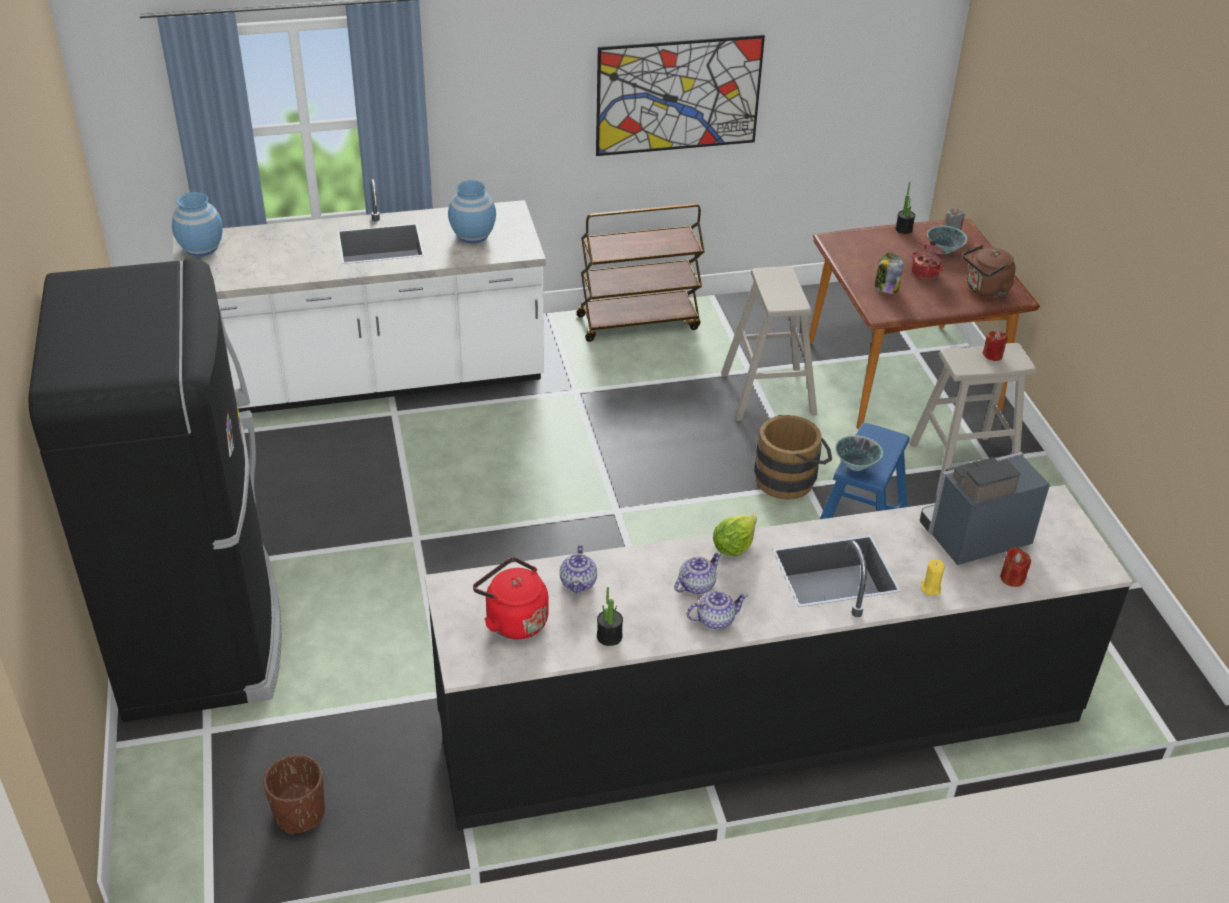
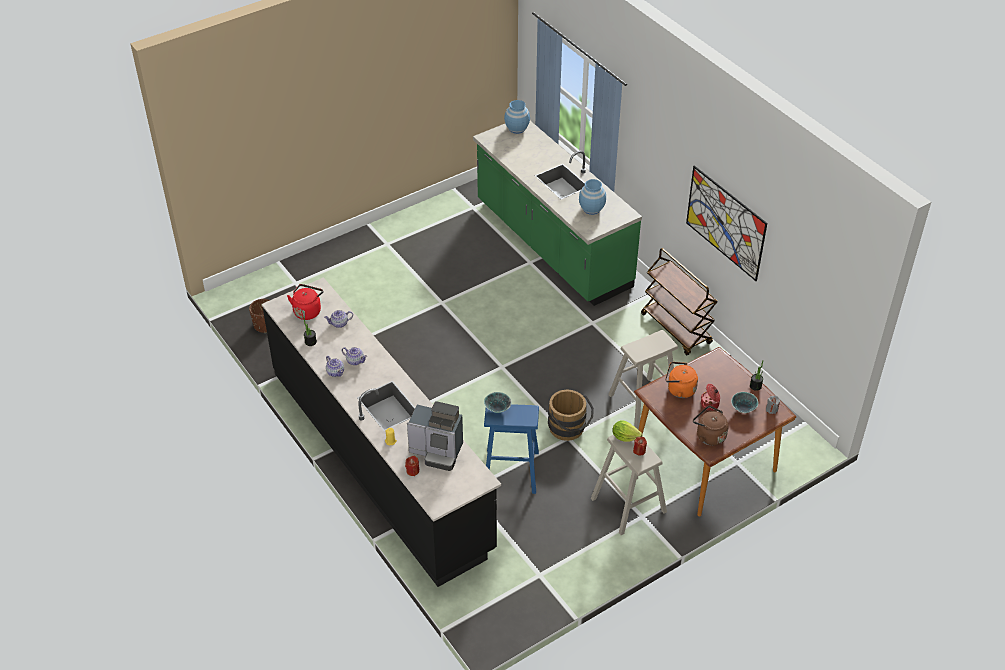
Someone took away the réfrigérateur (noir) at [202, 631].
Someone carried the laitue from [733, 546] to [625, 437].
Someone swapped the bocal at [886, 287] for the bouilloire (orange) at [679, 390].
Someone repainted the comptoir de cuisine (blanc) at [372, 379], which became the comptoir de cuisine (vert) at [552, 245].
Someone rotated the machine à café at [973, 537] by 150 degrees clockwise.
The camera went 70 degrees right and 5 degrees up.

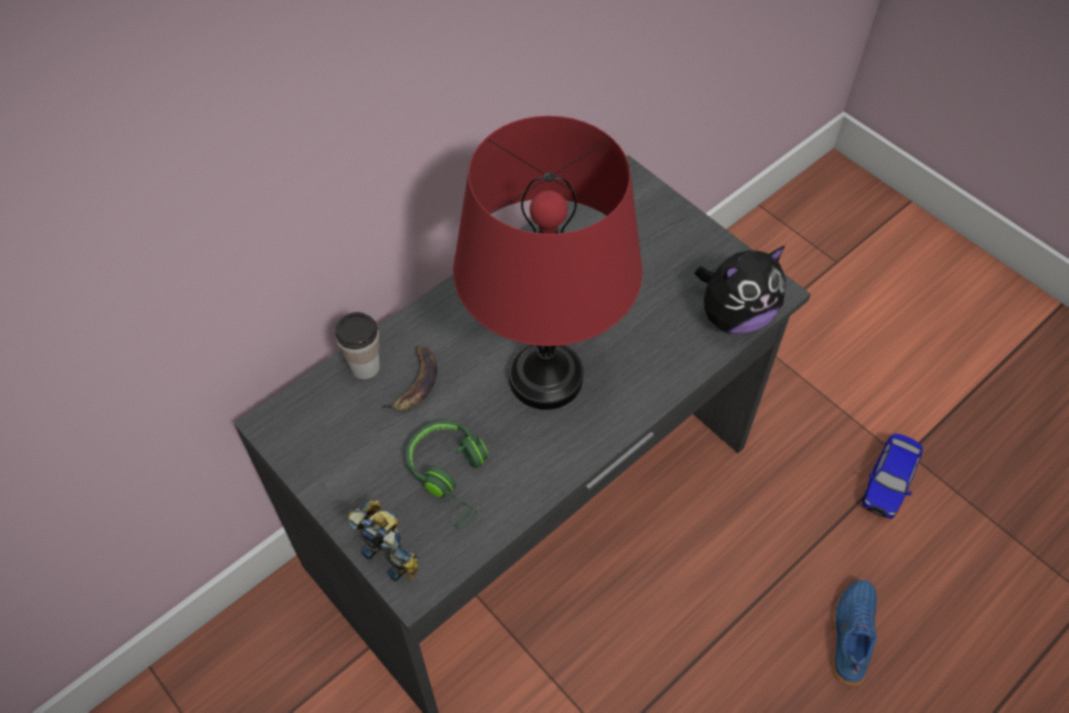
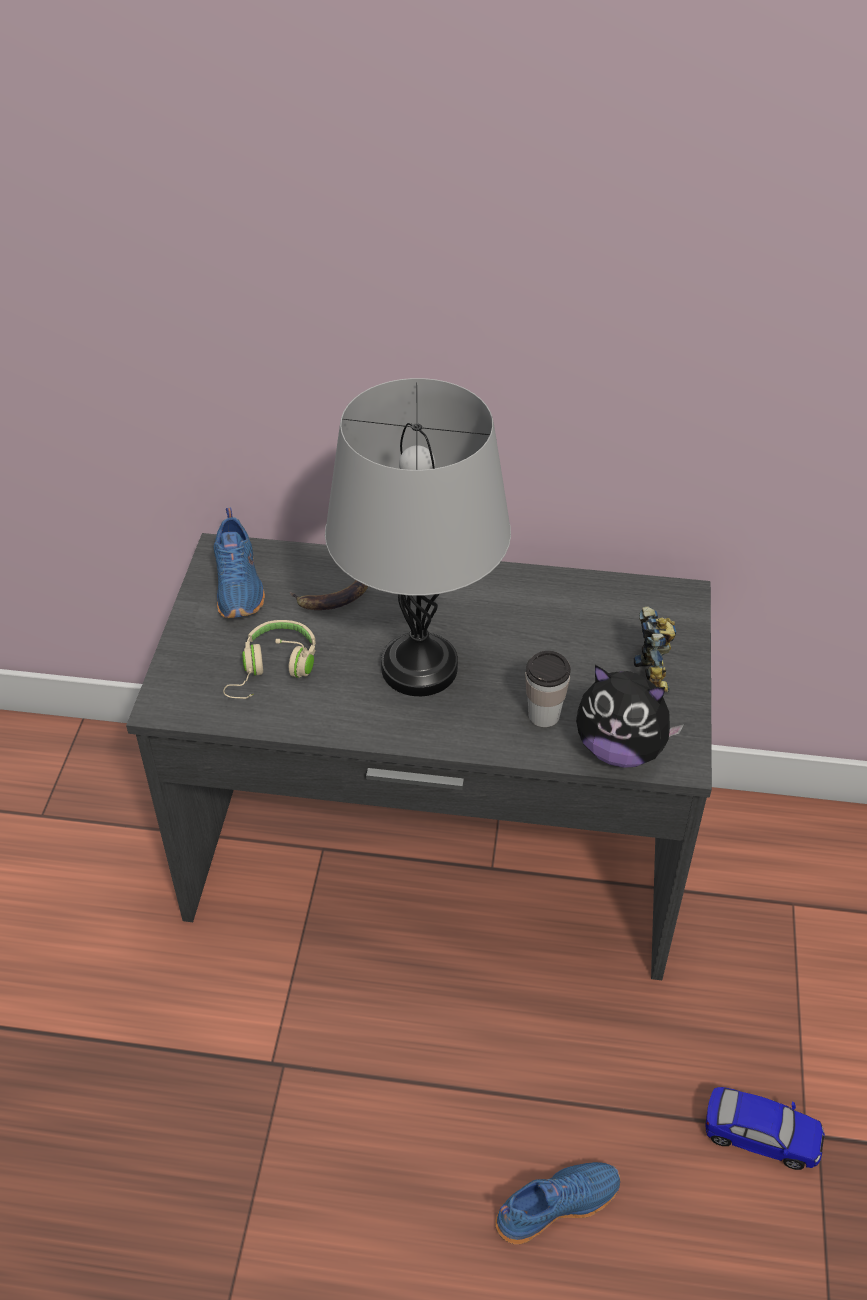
Someone put down the chaussure (bleu) at [240, 586].
Someone carried the tasse from [365, 367] to [544, 715].
Someone carried the robot jouet from [392, 552] to [655, 674].
Someone repainted the casque audio (vert) at [452, 475], which became the casque audio (beige) at [274, 669].
Someone repainted the lampe de table (rouge) at [545, 378], which became the lampe de table (gris) at [419, 668].
Someone rotated the petite voiture at [887, 483] by 150 degrees counterclockwise.
The camera went 50 degrees right and 10 degrees down.

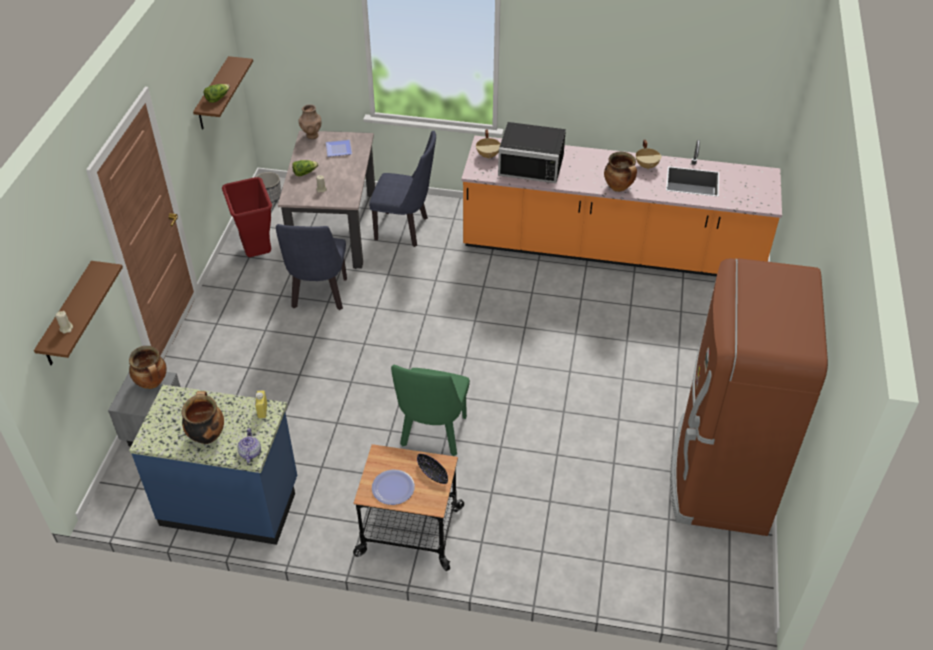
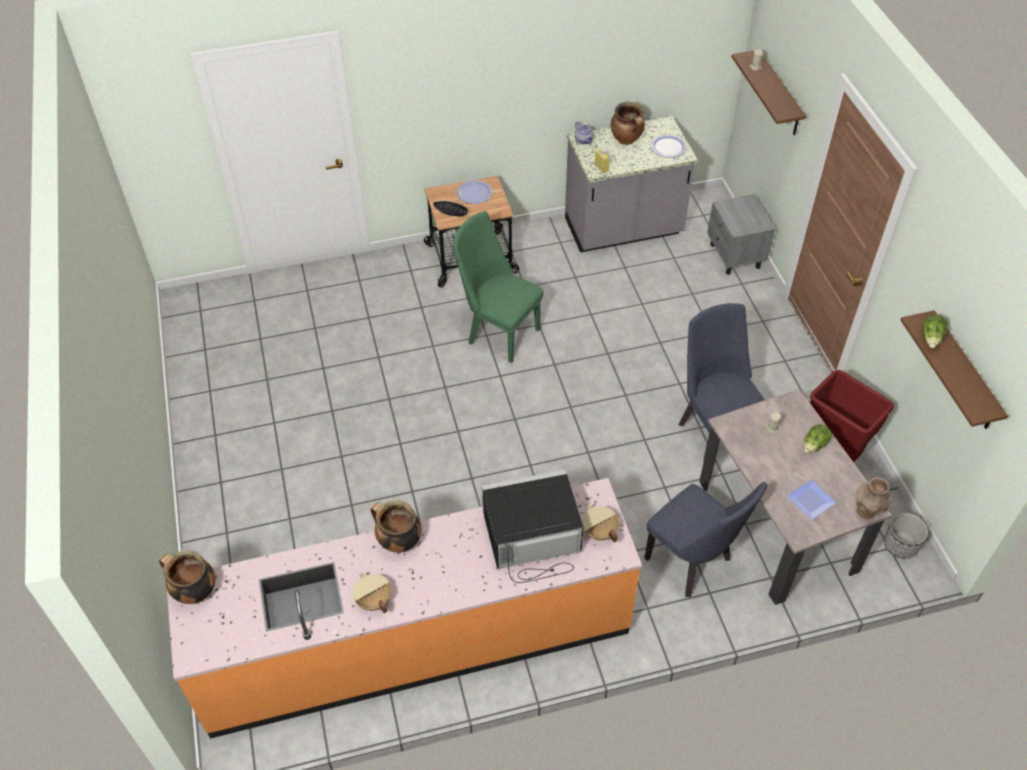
Someone took away the réfrigérateur (marron) at [719, 476].
Someone put down the assiette at [668, 147].
Someone carried the marmite from [152, 383] to [194, 592].
Someone repainted the comptoir de cuisine (bleu) at [230, 502], which became the comptoir de cuisine (gris) at [623, 230].
Someone rotated the chaise (bleu) at [406, 229] by 120 degrees counterclockwise.
Someone rotated the chaise (vert) at [433, 436] by 45 degrees counterclockwise.
The camera went 155 degrees right and 5 degrees up.

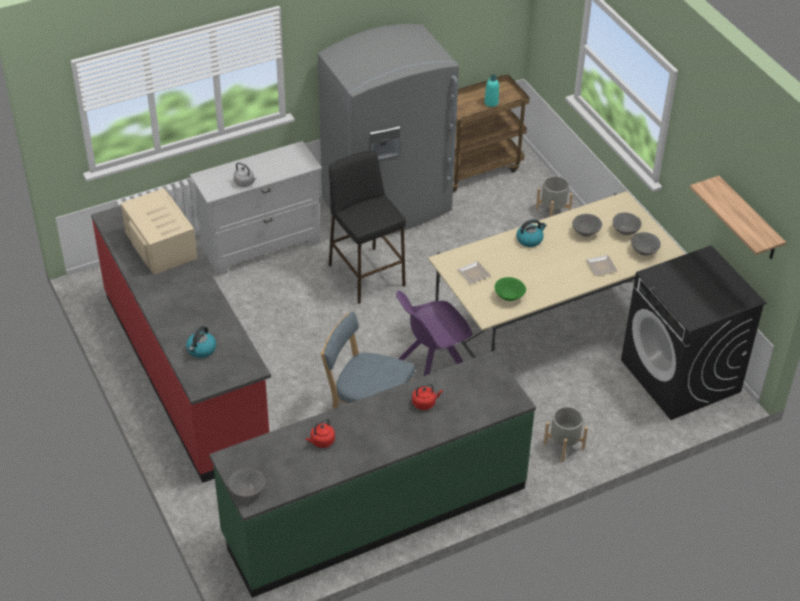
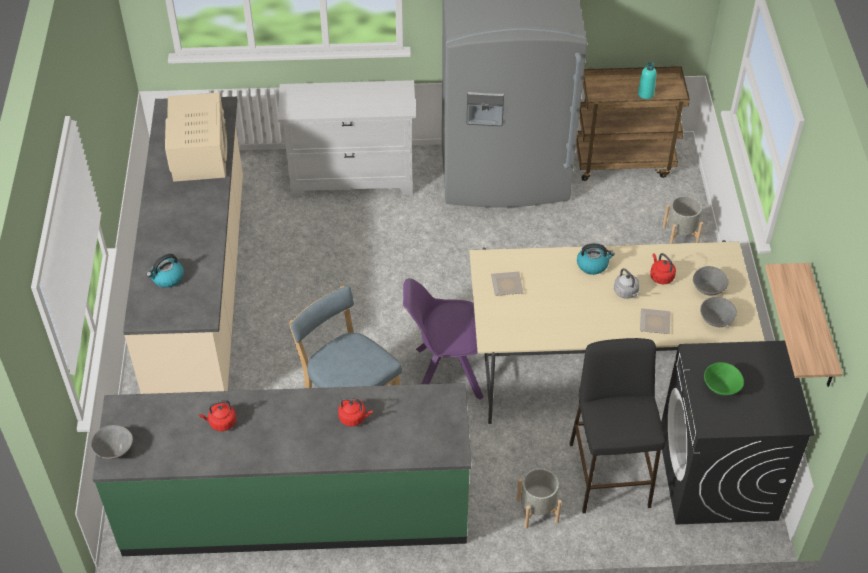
Someone carried the bouilloire (gris) from [245, 183] to [626, 292].
Someone carried the tabouret (noir) from [366, 275] to [609, 474].
Someone carried the bol (vert) from [509, 297] to [721, 388].
Someone swapped the bol (gris) at [585, 232] for the bouilloire (rouge) at [660, 276].
Someone repainted the comptoir de cuisine (rouge) at [186, 372], which became the comptoir de cuisine (beige) at [201, 291].
The camera went 25 degrees right and 5 degrees up.

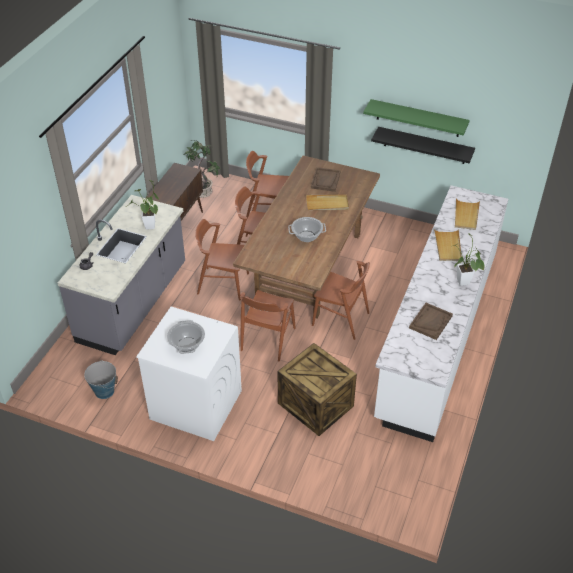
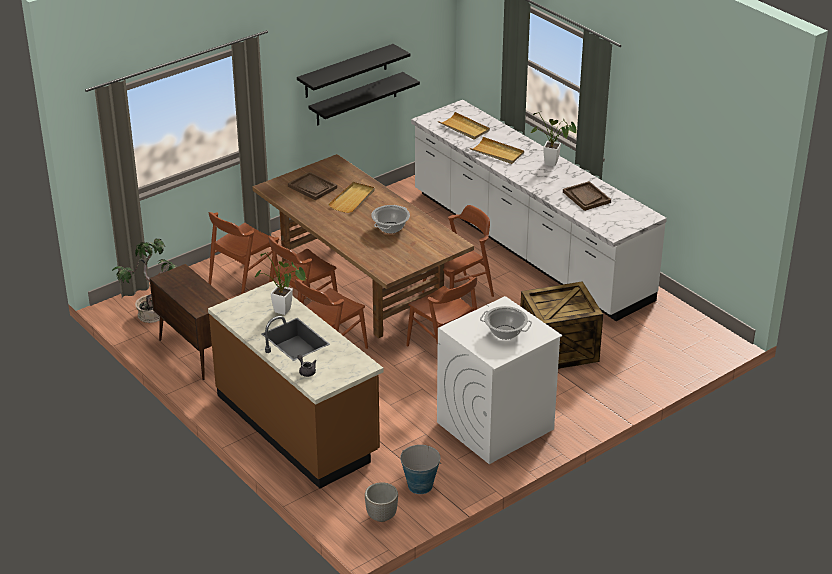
Someone put down the cache-pot at [381, 516].
Someone repainted the comptoir de cuisine (gris) at [134, 303], which became the comptoir de cuisine (marron) at [298, 425].
Someone repainted the étagère (vert) at [418, 118], which became the étagère (noir) at [346, 71].
The camera went 60 degrees left and 10 degrees down.

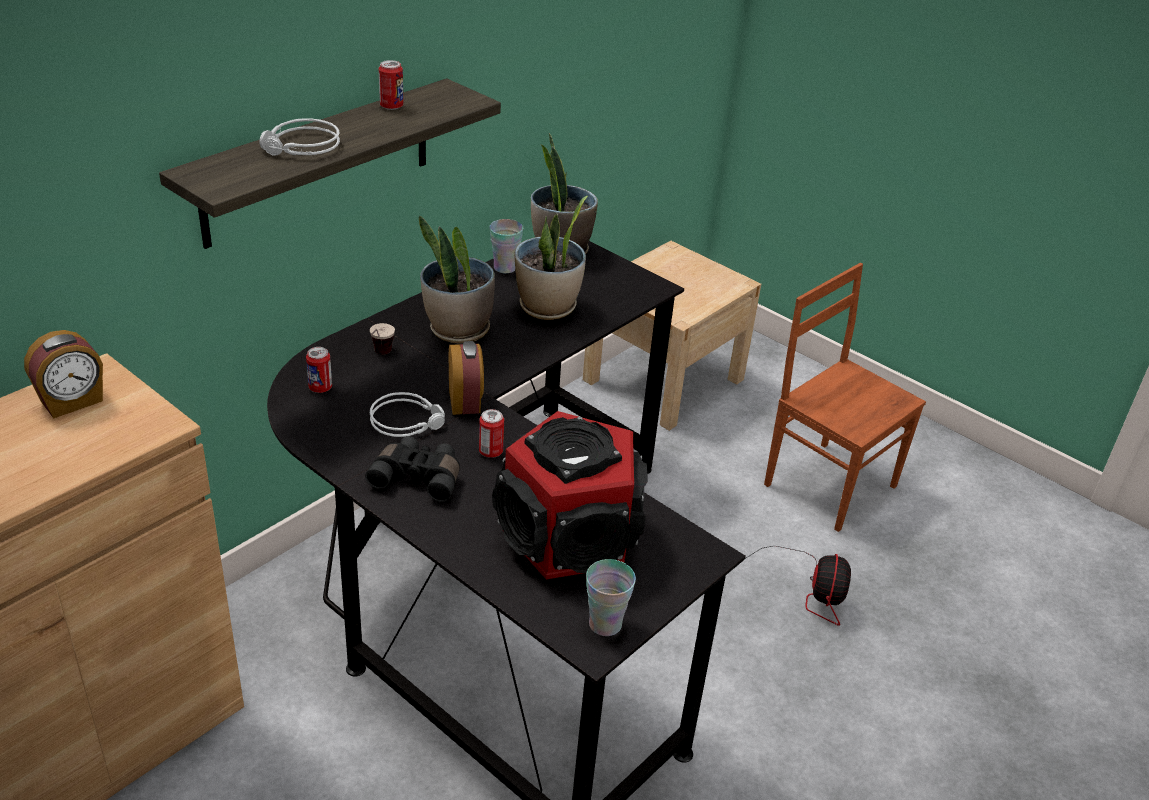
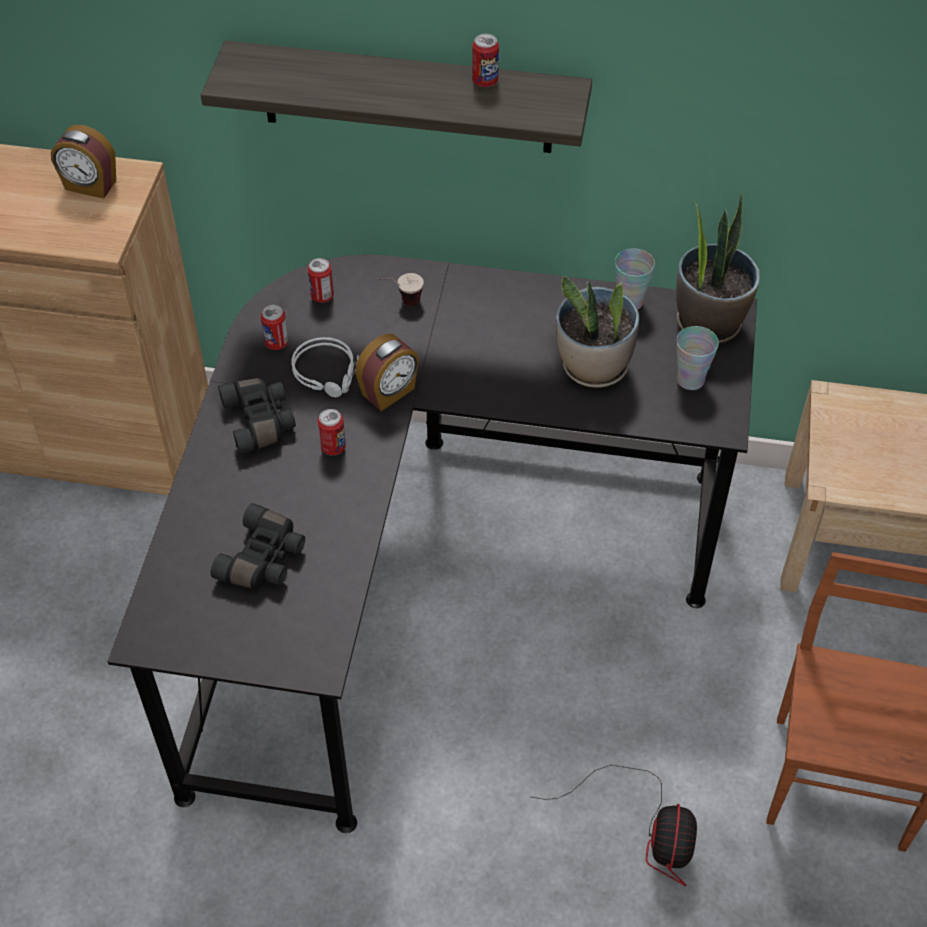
Someone took away the casque audio (gris) at [301, 147].
Someone took away the plante en pot at [458, 330].
Someone put down the boîte métallique at [276, 343].
Someone carried the tasse from [605, 624] to [690, 380].
Someone swapped the enceinte at [571, 537] for the jumelles (noir) at [264, 559].
Someone rotated the ventilateur at [805, 588] by 60 degrees counterclockwise.
The camera went 60 degrees right and 15 degrees up.

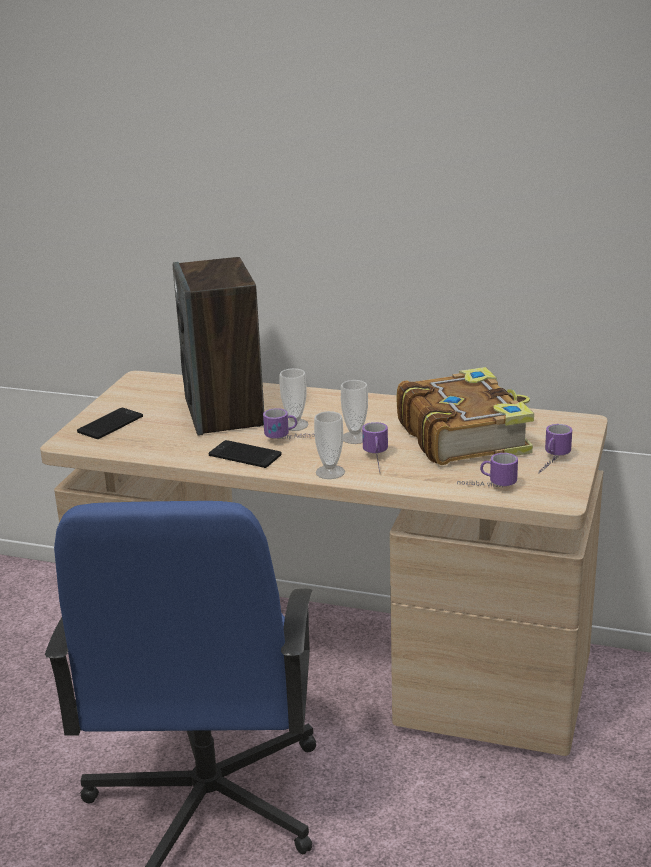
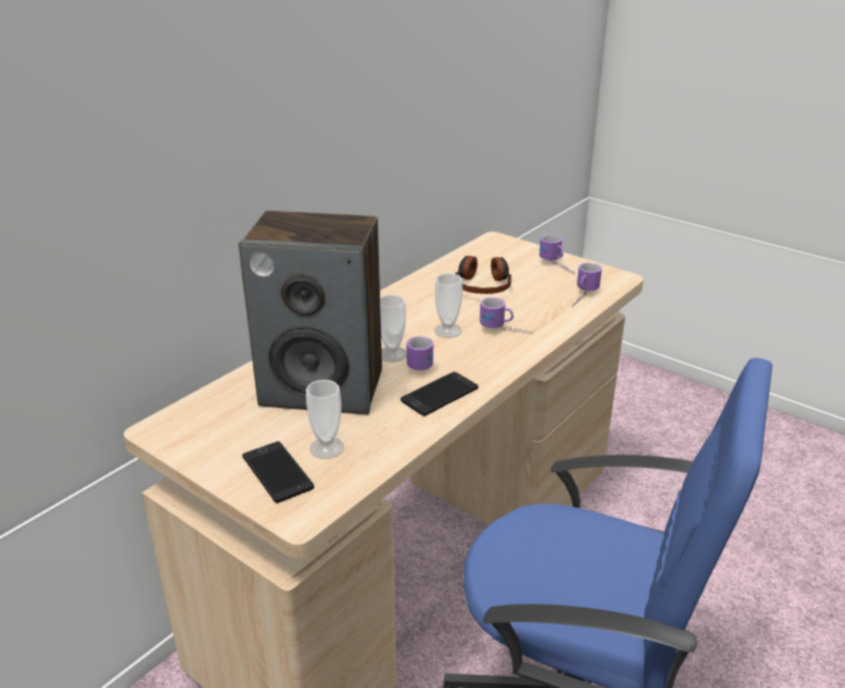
Someone carried the tasse from [330, 472] to [327, 448].
Someone swapped the livre at [463, 435] for the casque audio at [482, 285].
The camera went 70 degrees left and 5 degrees up.

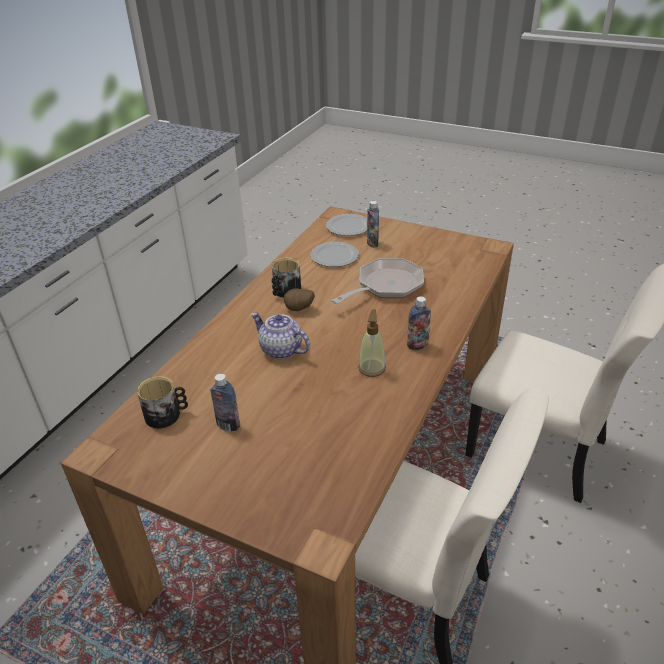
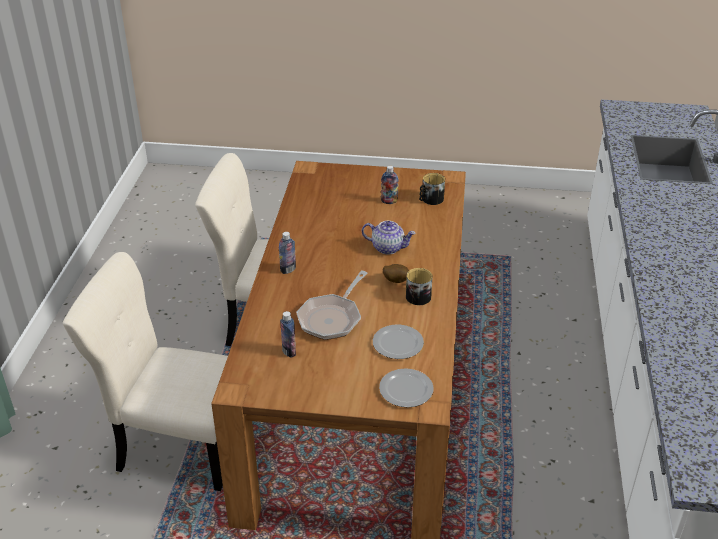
Someone took away the distributeur de savon at [372, 368].
Someone carried the bouteille from [372, 243] to [289, 351].
The camera went 160 degrees right and 0 degrees up.

